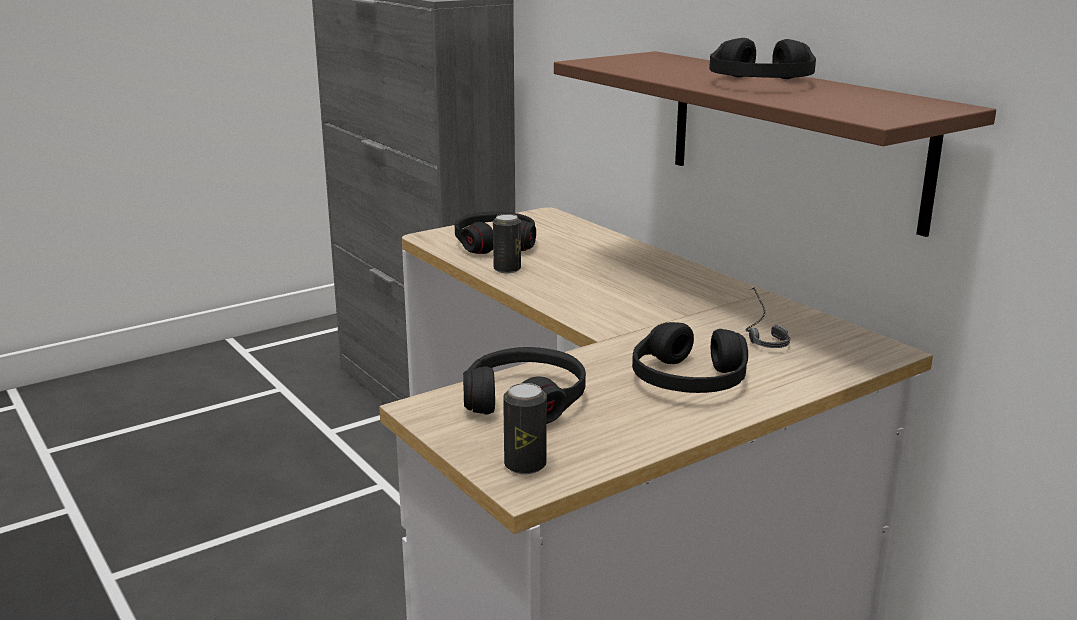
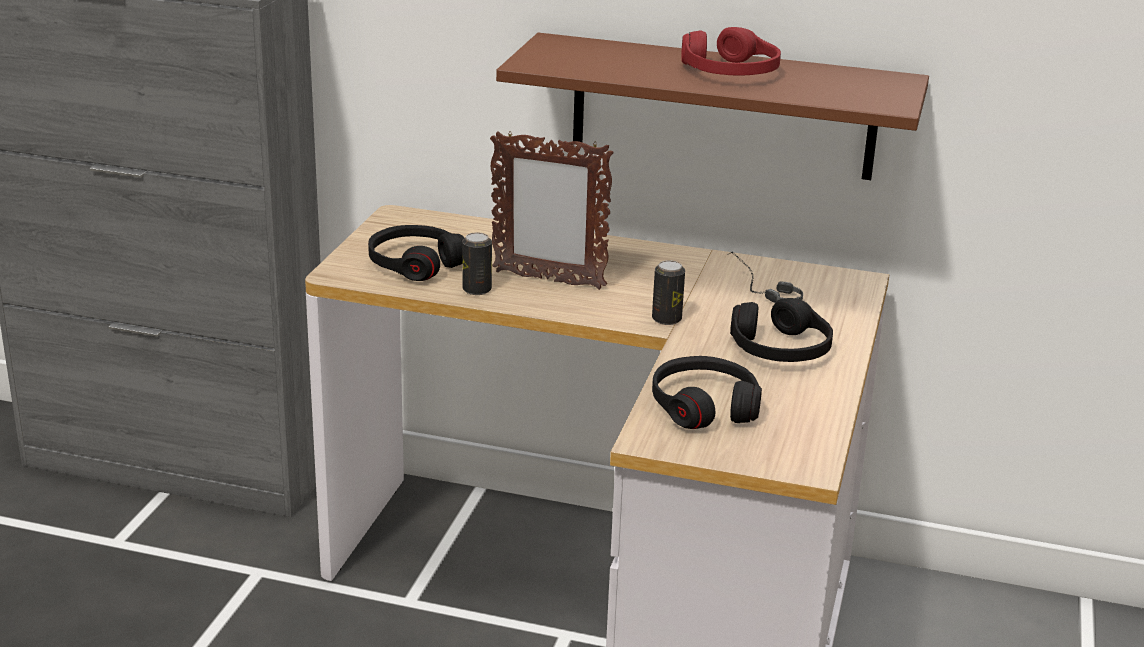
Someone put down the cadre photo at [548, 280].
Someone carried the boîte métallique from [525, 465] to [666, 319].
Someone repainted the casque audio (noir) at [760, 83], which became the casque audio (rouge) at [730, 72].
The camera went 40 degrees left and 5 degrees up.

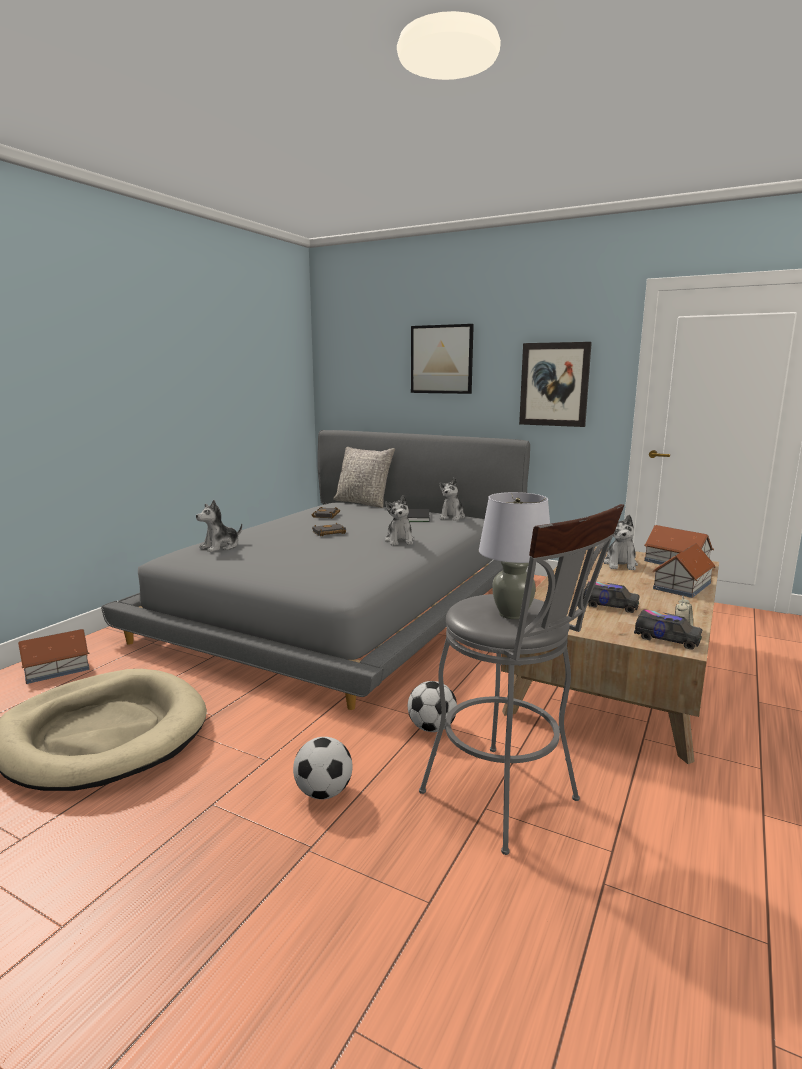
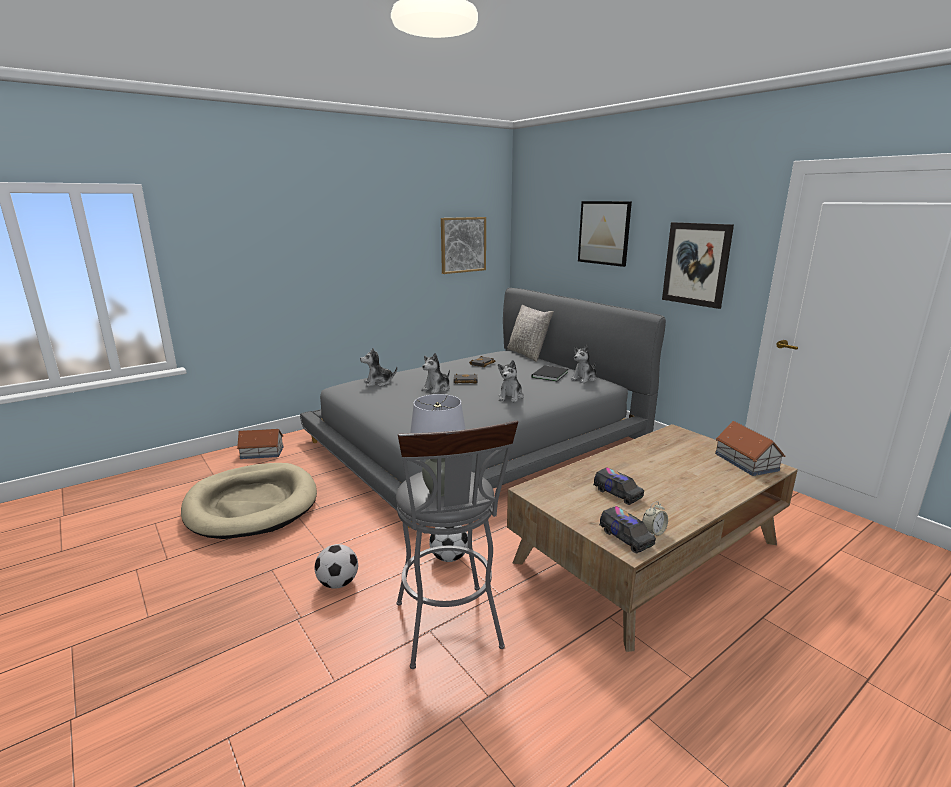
Someone took away the maison miniature at [681, 586].
Someone put up the tableau at [463, 245].
Someone carried the peluche from [620, 564] to [437, 389].
The camera went 25 degrees right and 5 degrees up.

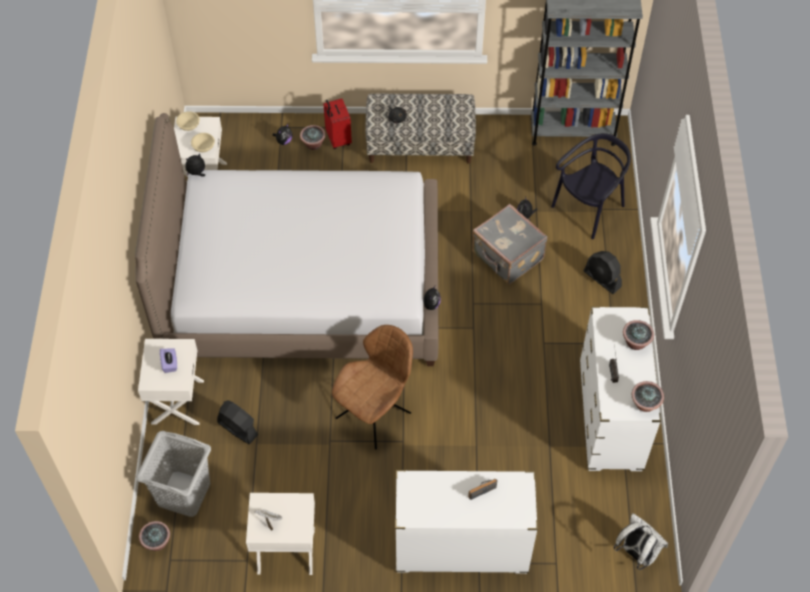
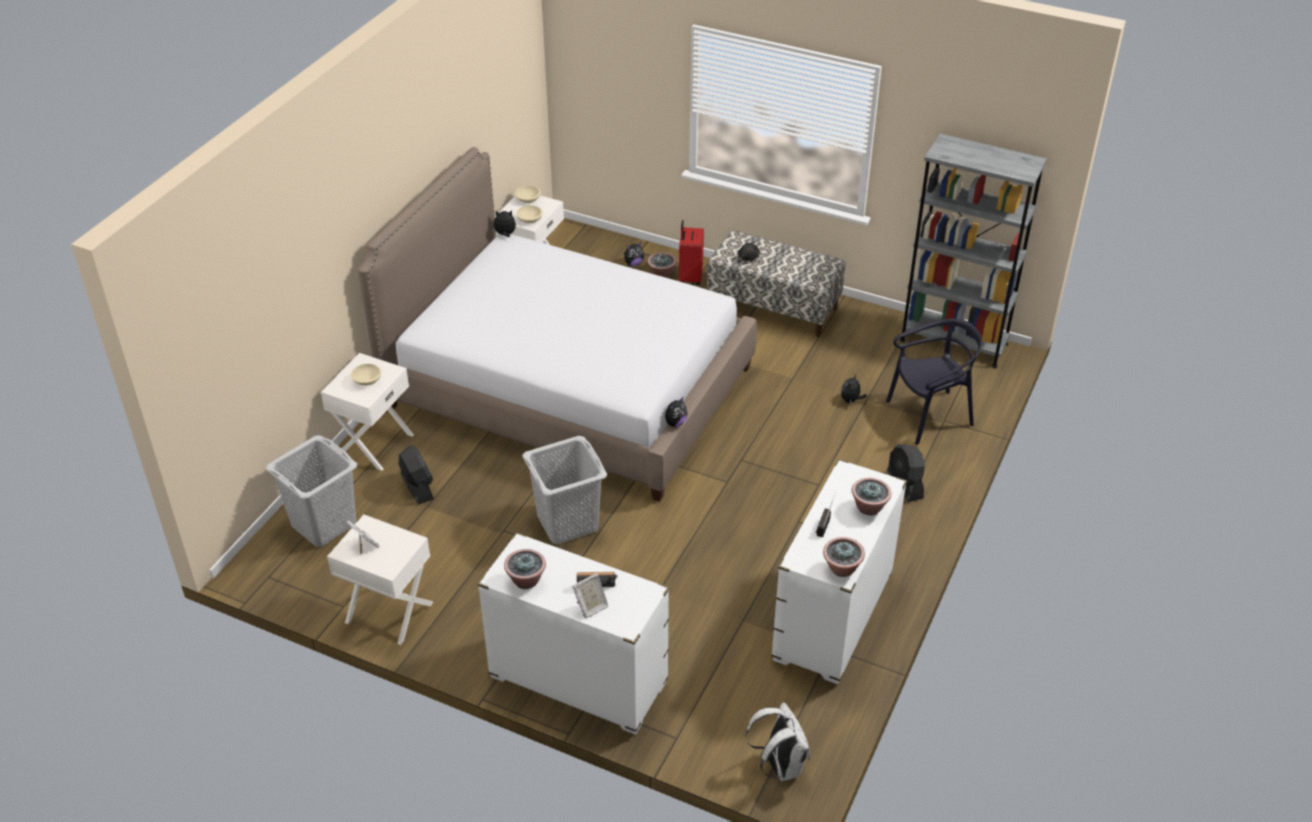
Someone took away the valise (gris) at [507, 257].
Someone put down the cadre photo at [591, 607].
Someone carried the plante en pot from [157, 542] to [526, 580].
Someone swapped the boîte à mouchoirs (violet) at [170, 364] for the bol (beige) at [367, 380].
Someone swapped the chaise (marron) at [375, 413] for the panier à linge (gris) at [568, 523].
The camera went 25 degrees right and 15 degrees down.

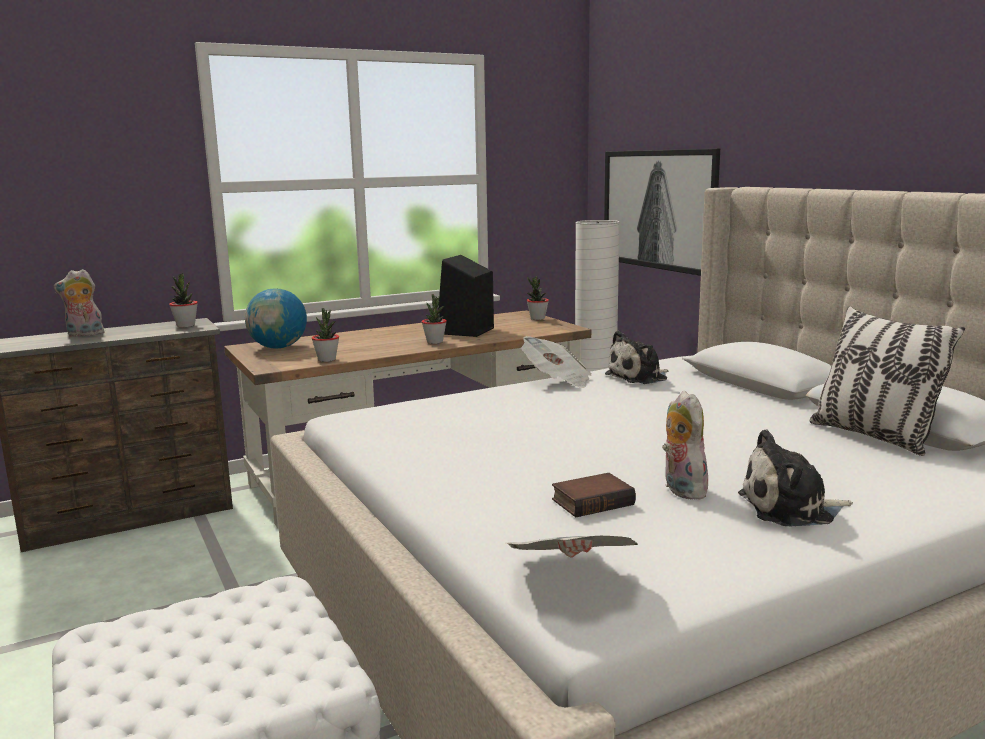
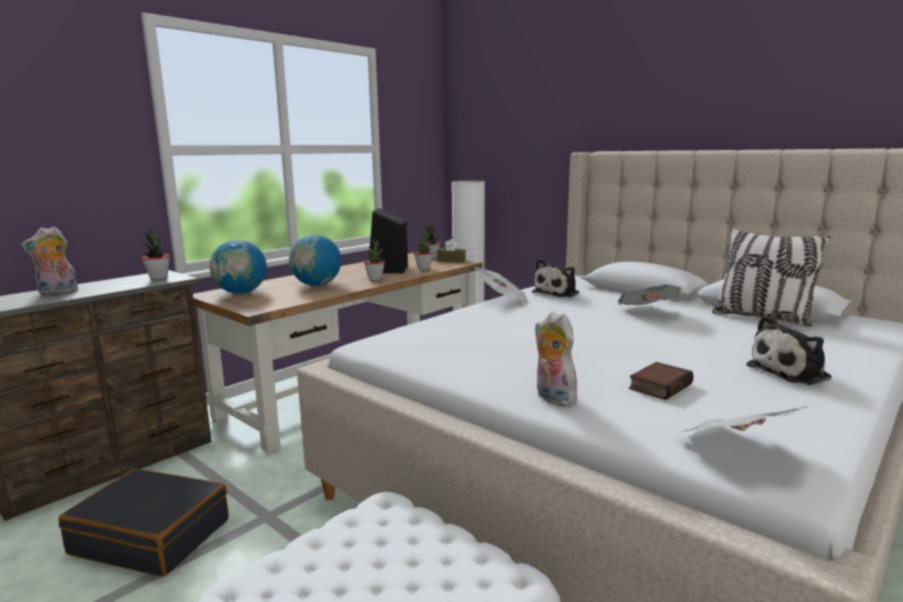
Someone took away the tableau at [657, 209].
Someone put down the valise (noir) at [152, 536].
Someone put down the globe at [317, 285].
Someone put down the boîte à mouchoirs (marron) at [451, 260].
Someone put down the journal at [647, 312].
Someone carried the plante en pot from [327, 360] to [423, 268].
Someone carried the peluche from [681, 489] to [552, 398].
The camera went 20 degrees left and 0 degrees up.

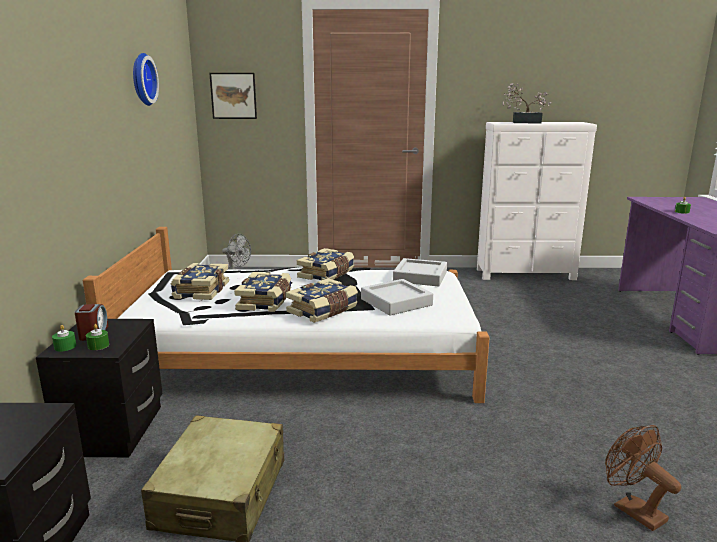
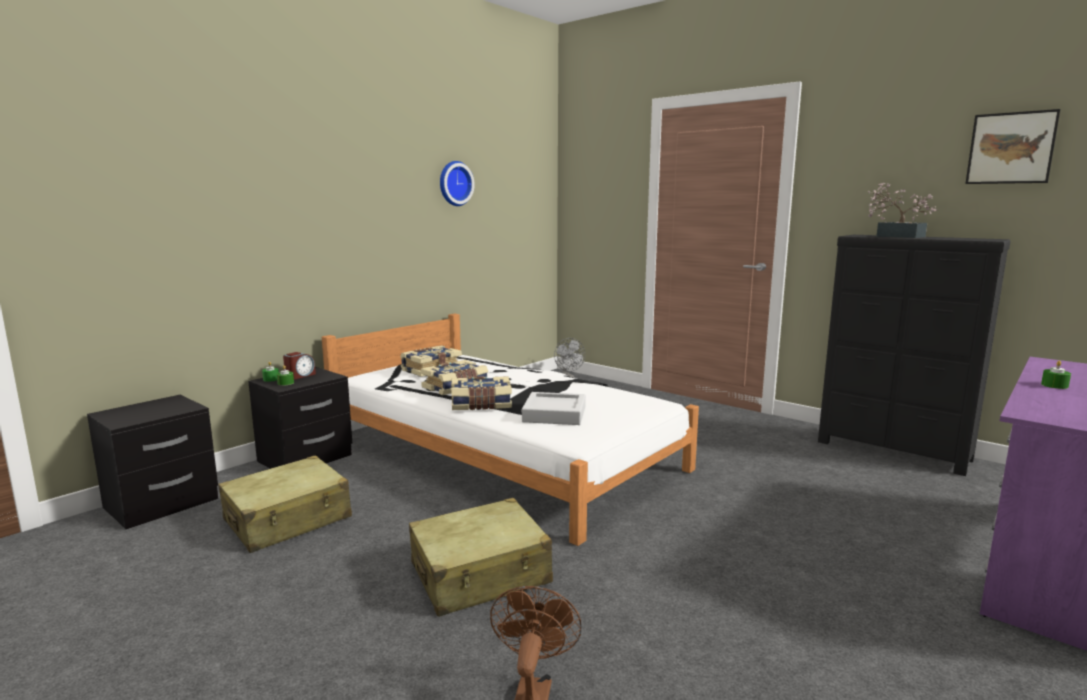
Someone took away the livre at [327, 274].
Someone took away the plateau (gris) at [420, 277].
Someone put down the valise (beige) at [480, 574].
Someone carried the tableau from [233, 96] to [1011, 148].
Someone repainted the commode (blanc) at [526, 275], which became the commode (noir) at [893, 451].
The camera went 40 degrees right and 5 degrees down.

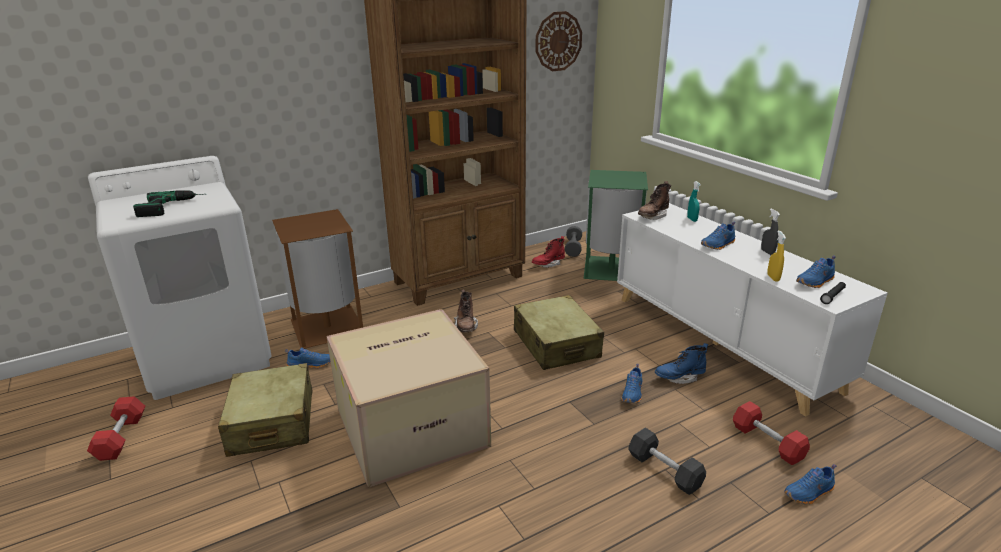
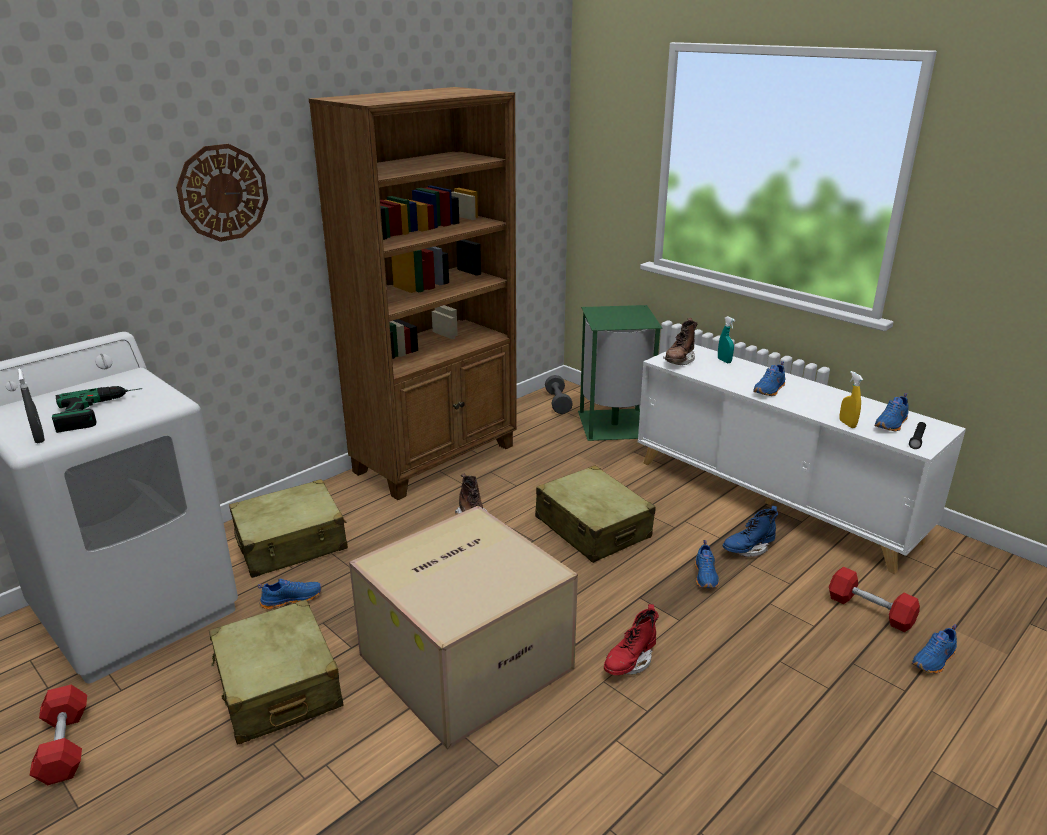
Someone took away the haltère (gris) at [664, 470].
Someone carried the botte (rouge) from [548, 264] to [629, 662].
Someone carried the horloge murale from [558, 41] to [223, 193].
Someone carried the vaporisateur (gris) from [767, 252] to [39, 438].
Someone swapped the poubelle (marron) at [328, 326] for the valise (beige) at [291, 543].
The camera went 15 degrees left and 0 degrees up.

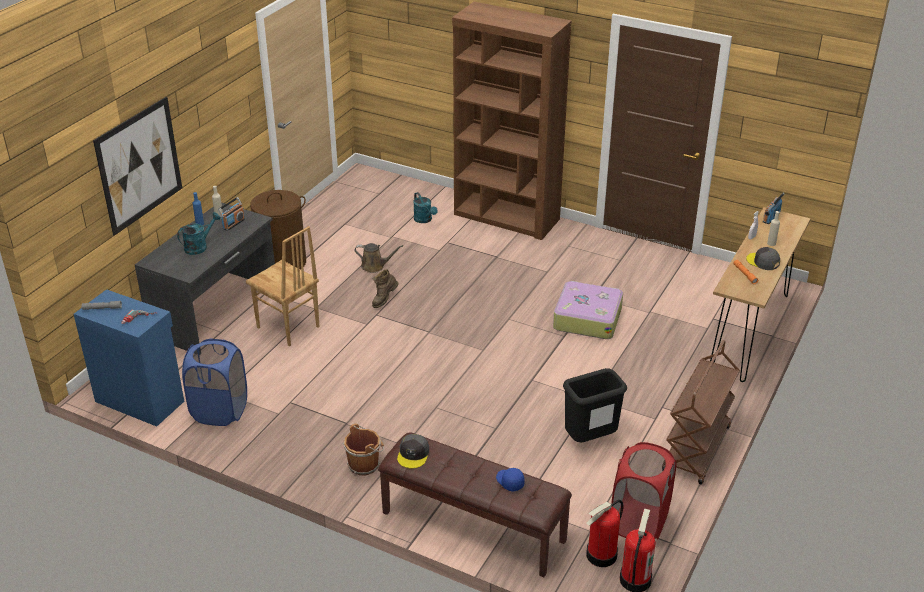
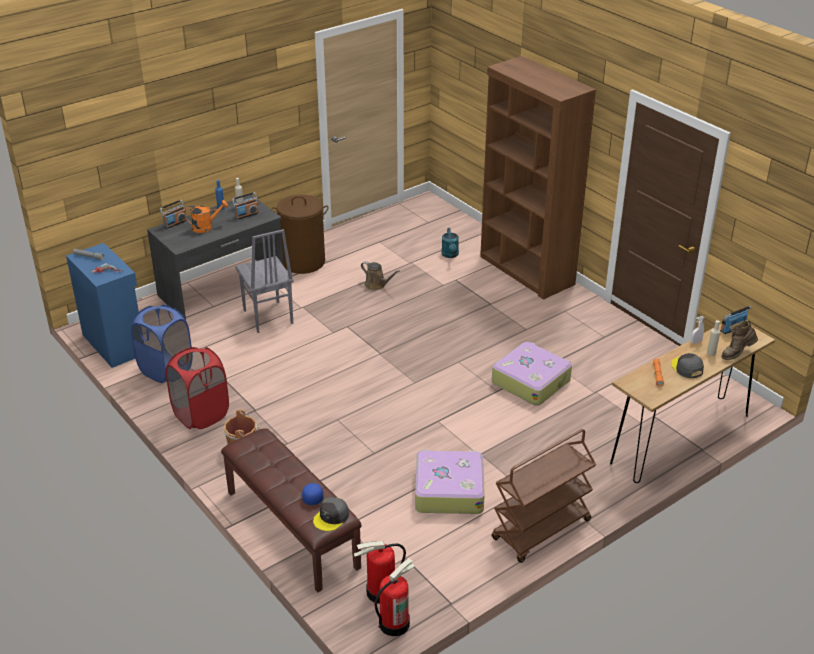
Someone took away the tableau at [139, 165].
Someone put down the radio at [175, 223].
Someone carried the botte (marron) from [384, 300] to [737, 353].
Someone carried the casquette (gris) from [413, 454] to [331, 517].
Someone carried the panier à linge (rouge) from [639, 522] to [201, 415].
Someone swapped the poubelle (noir) at [590, 441] for the valise at [448, 490].
Someone repainted the arrosoir (turquoise) at [199, 246], which became the arrosoir (orange) at [206, 227].
Someone repainted the chaise (marron) at [287, 328], which became the chaise (gris) at [267, 317].
The camera went 25 degrees right and 0 degrees up.

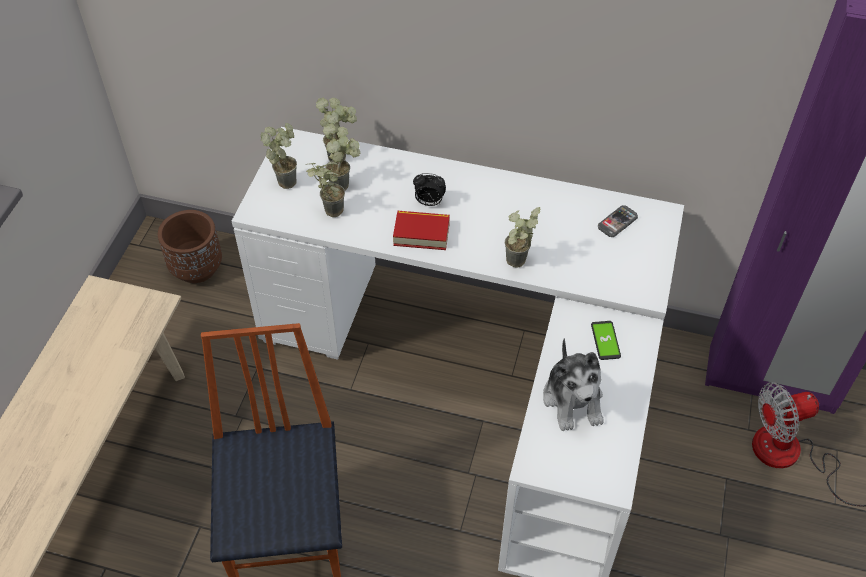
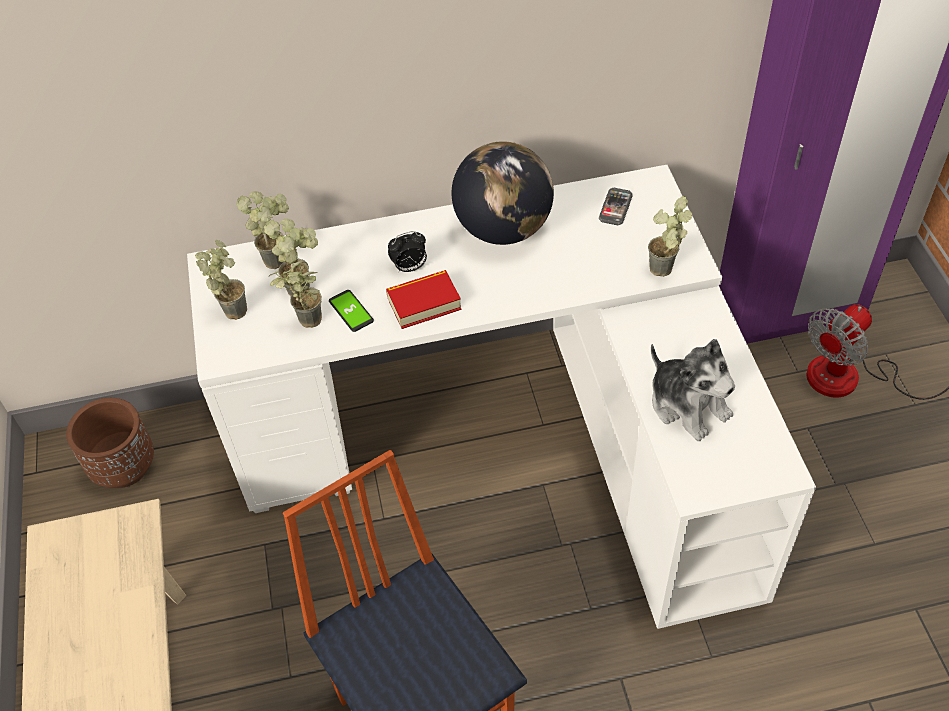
Someone put down the globe at [503, 229].
Someone carried the plante en pot from [517, 265] to [665, 273].
Someone carried the téléphone from [605, 341] to [351, 311].
The camera went 25 degrees left and 0 degrees up.

